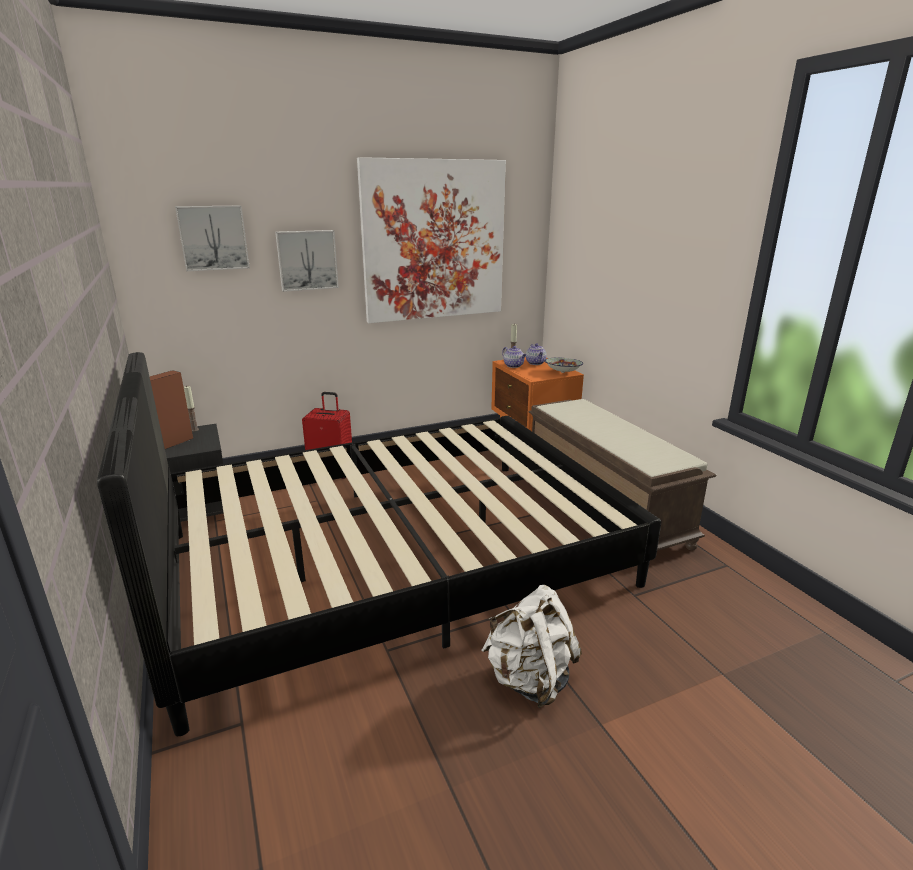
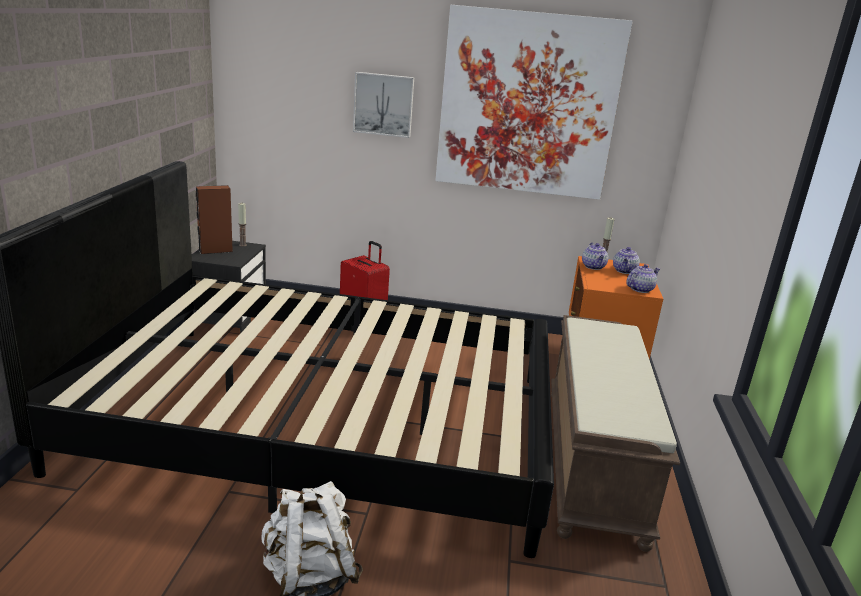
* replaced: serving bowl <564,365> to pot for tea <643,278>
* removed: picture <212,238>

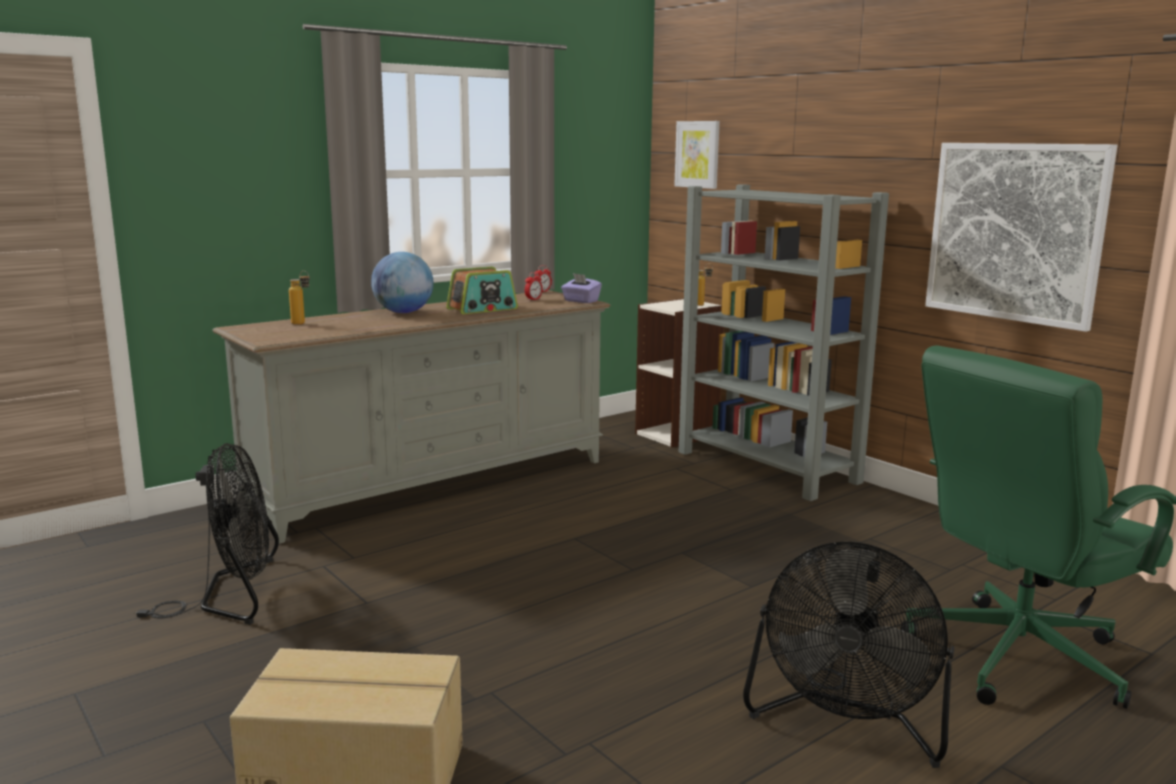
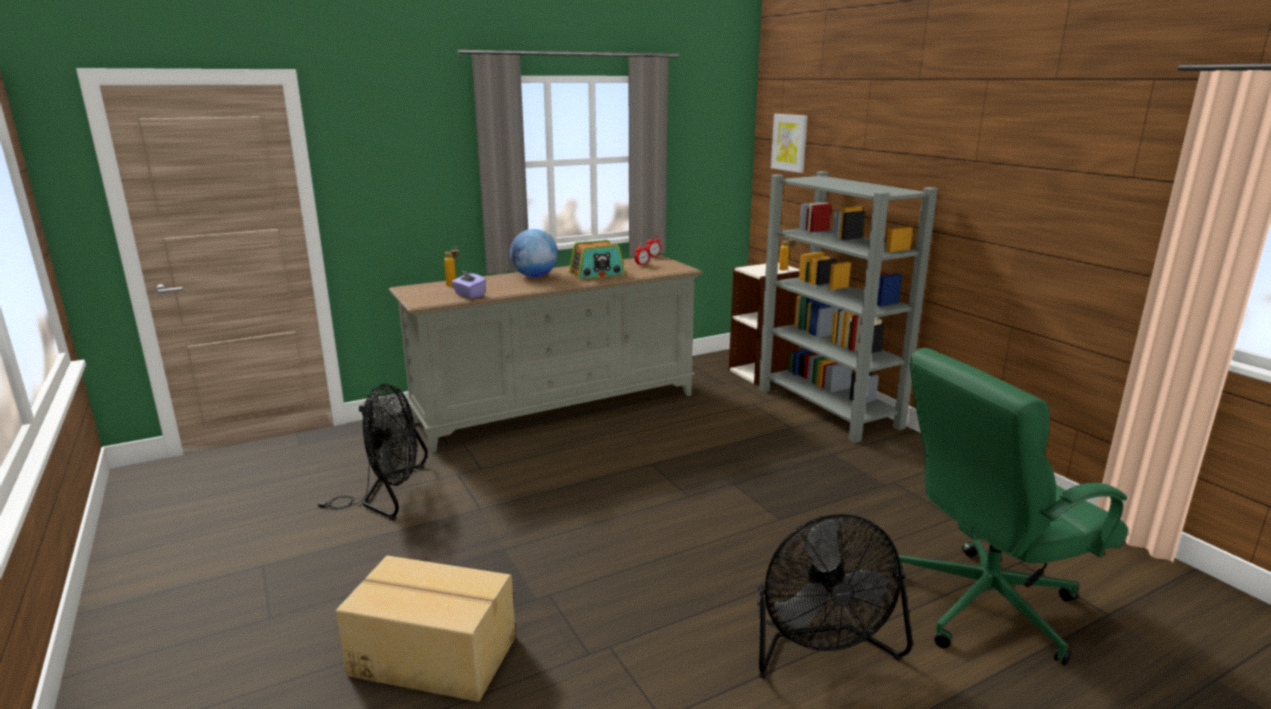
* moved: purple tissue holder <581,288> to <468,284>
* turned: black electric fan <848,655> = <835,596> 45 degrees counterclockwise
* removed: picture <1021,237>

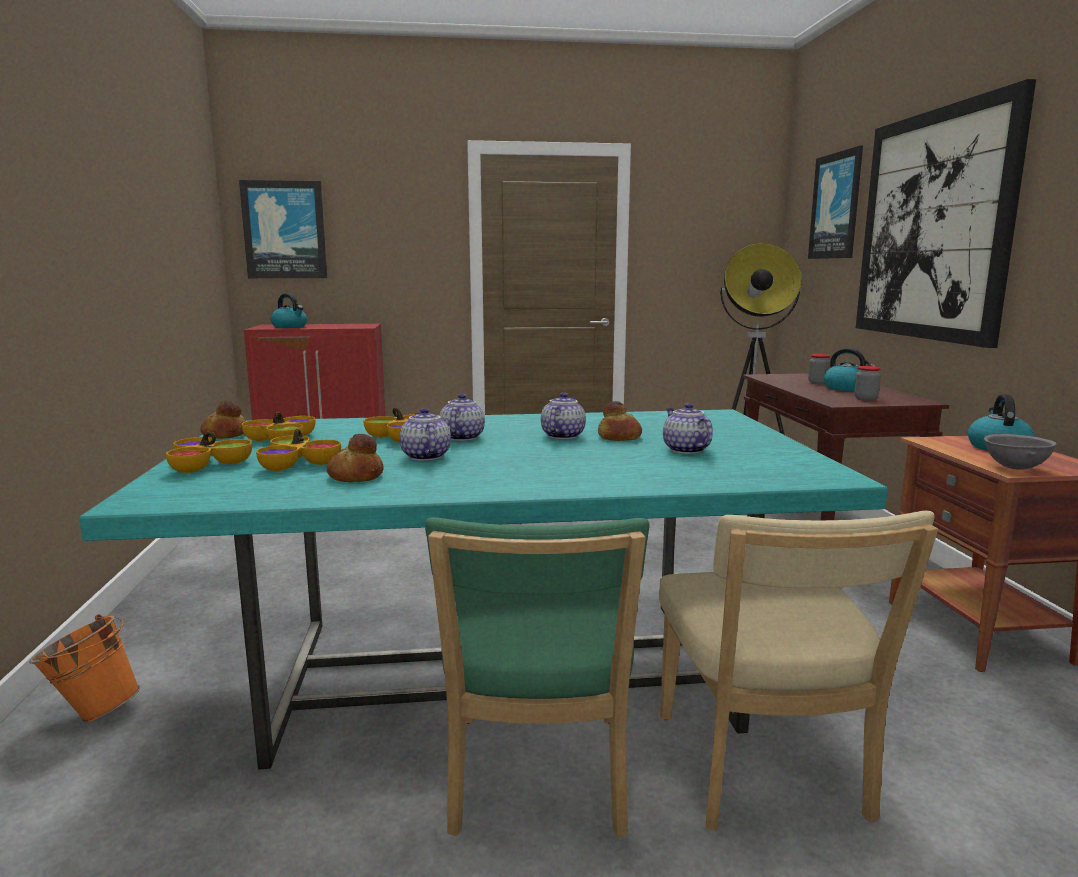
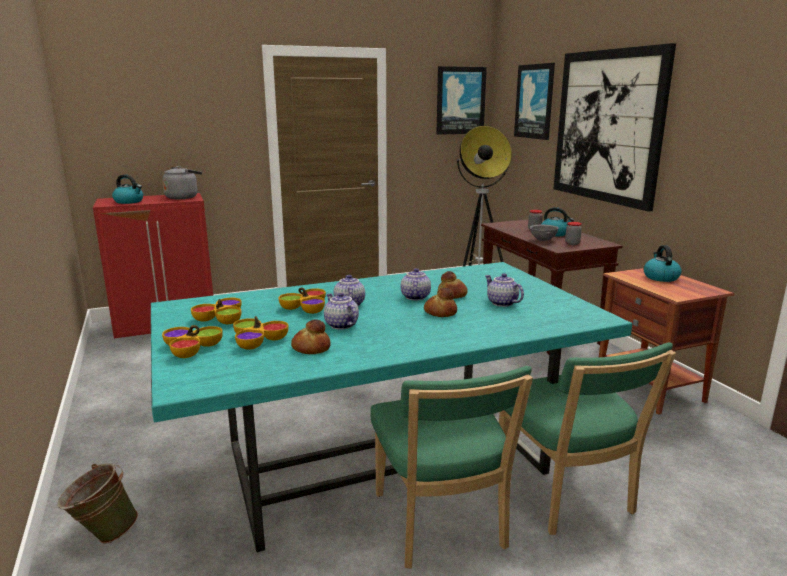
* recoloured: orangey water bucket <84,668> to greenish water bucket <97,504>
* added: greyish water kettle <182,182>
* moved: bakery bread <223,419> to <440,302>
* moved: picture <283,229> to <461,100>
* recoloured: sand-coloured chair <798,670> to greenish chair <587,438>
* moved: greyish serving bowl <1020,452> to <544,232>

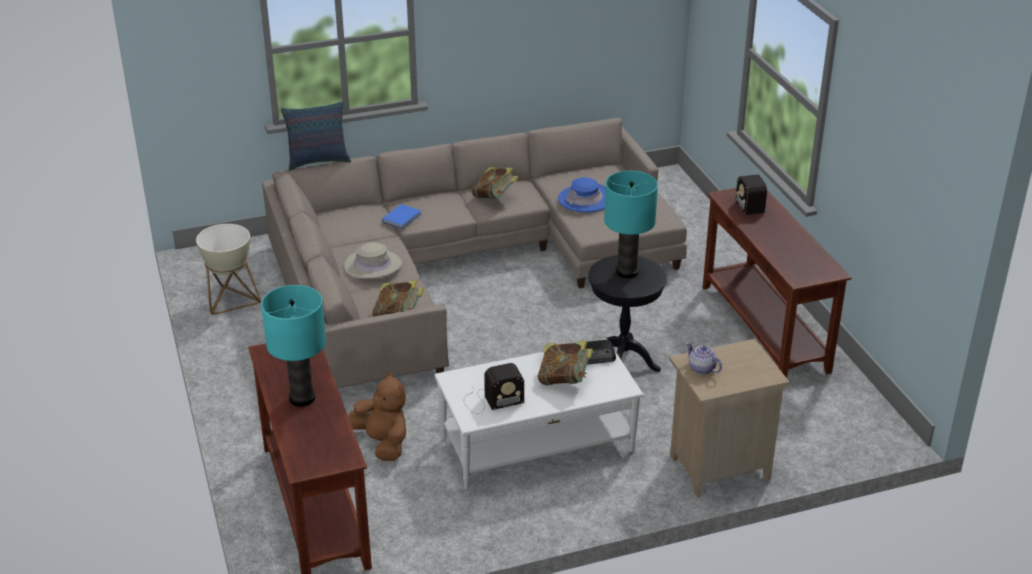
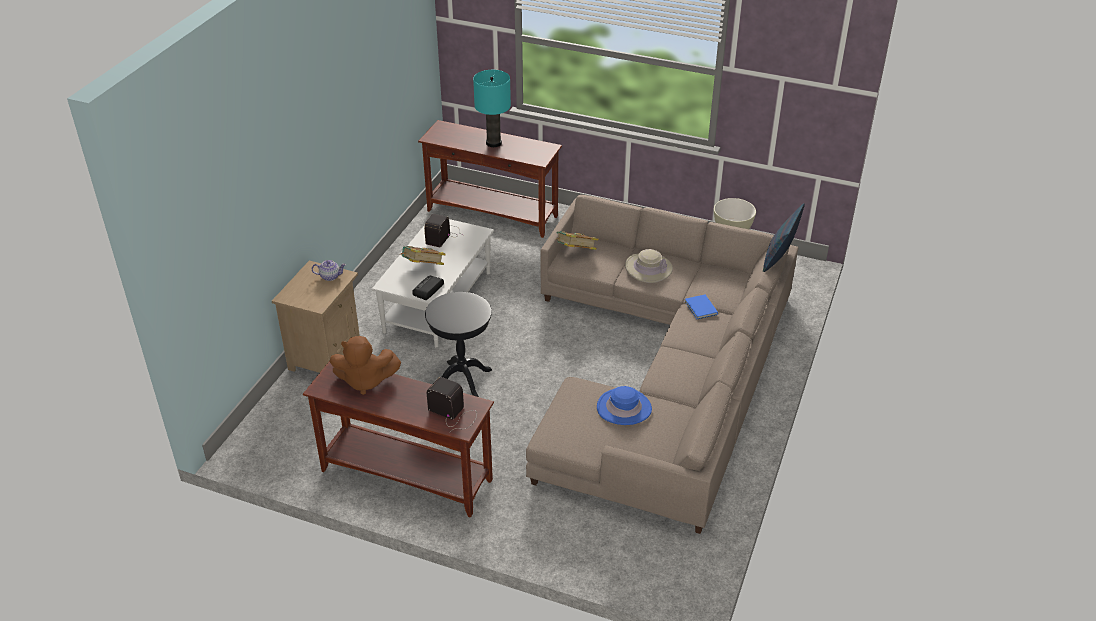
* moved: brown-coloured cuddly toy <377,416> to <365,365>
* removed: volume <495,183>
* removed: blue-green tabletop lamp <631,224>

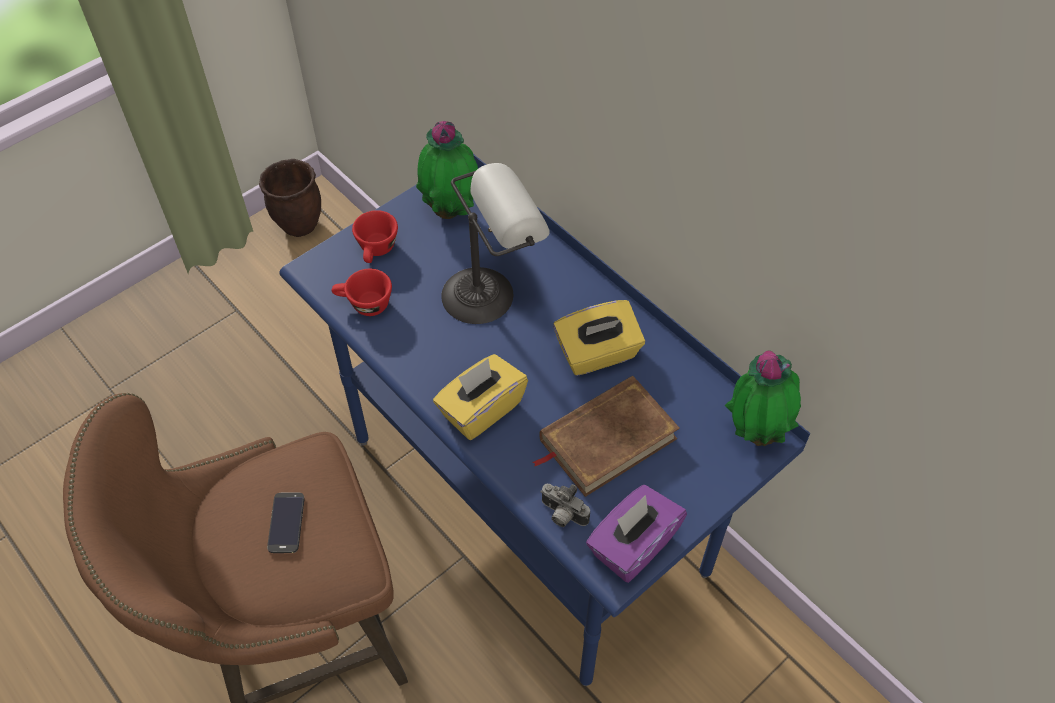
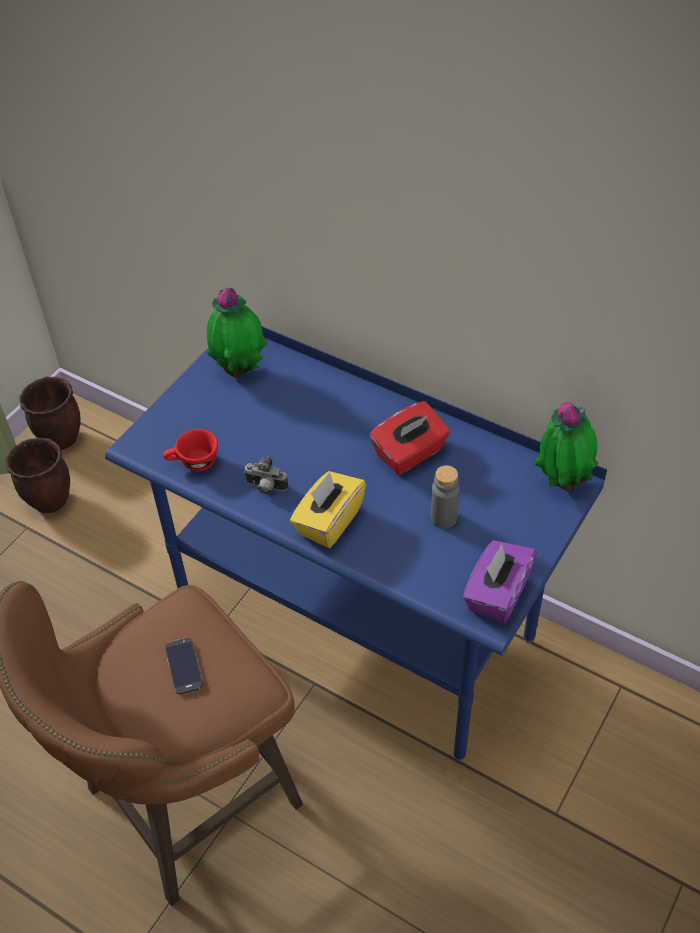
* added: brown-coloured plant pot <37,475>
* moved: photo camera <565,505> to <266,475>
* recoloured: yellowish tissue holder <599,338> to red-coloured tissue holder <410,438>
* replaced: brown-coloured volume <606,436> to greyish beverage bottle <445,496>
* removed: red-coloured drinking cup <375,236>
* removed: tabletop lamp <495,243>

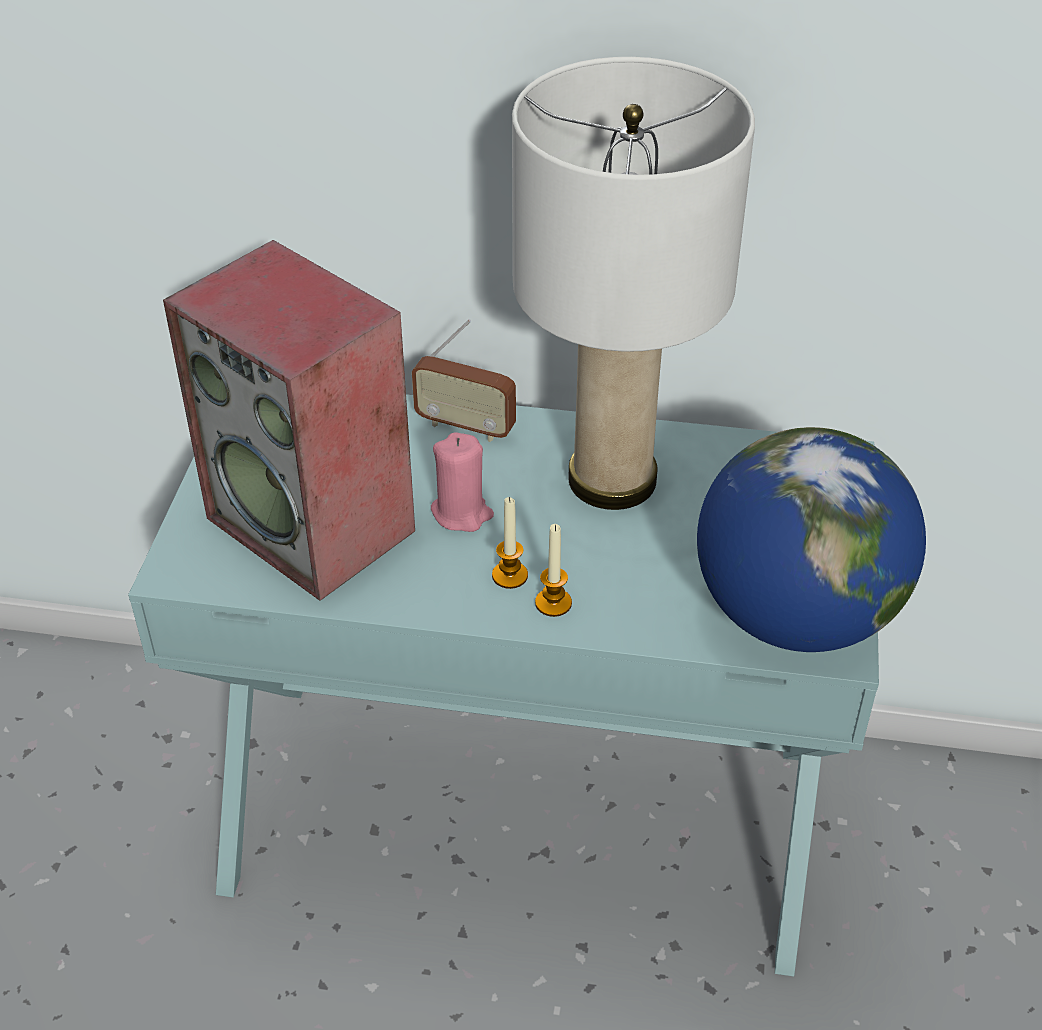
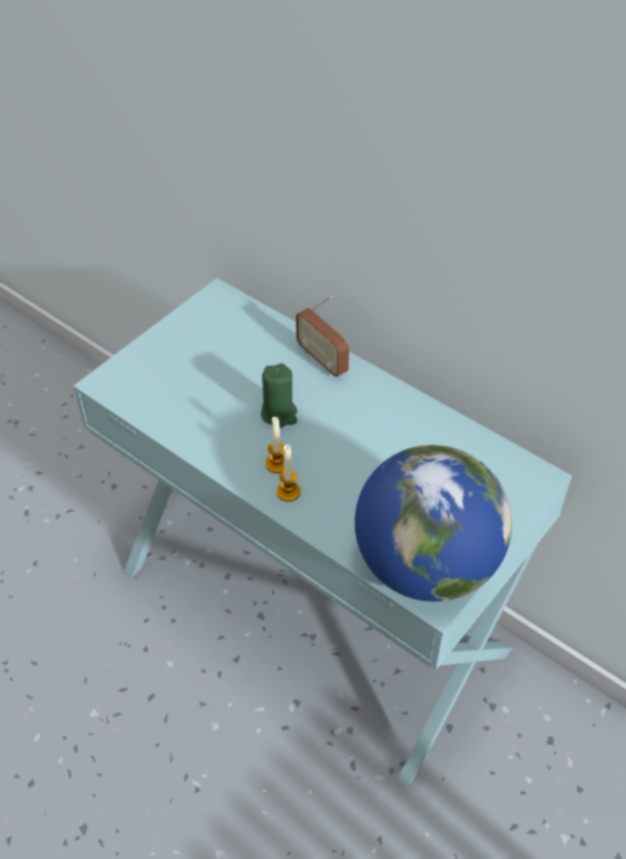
* recoloured: pink-coloured wax candle <462,482> to greenish wax candle <279,395>
* removed: audio speaker <289,420>
* removed: white tabletop lamp <633,283>

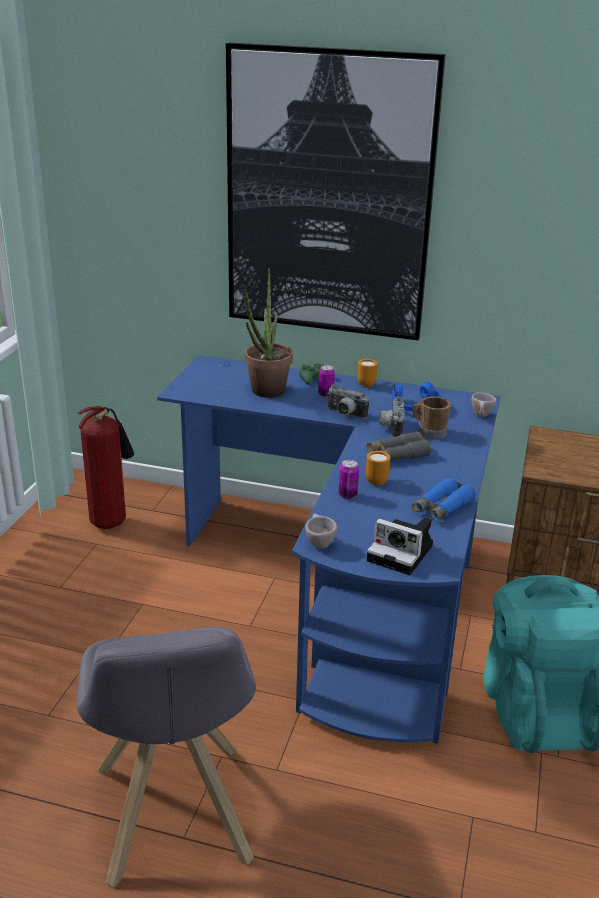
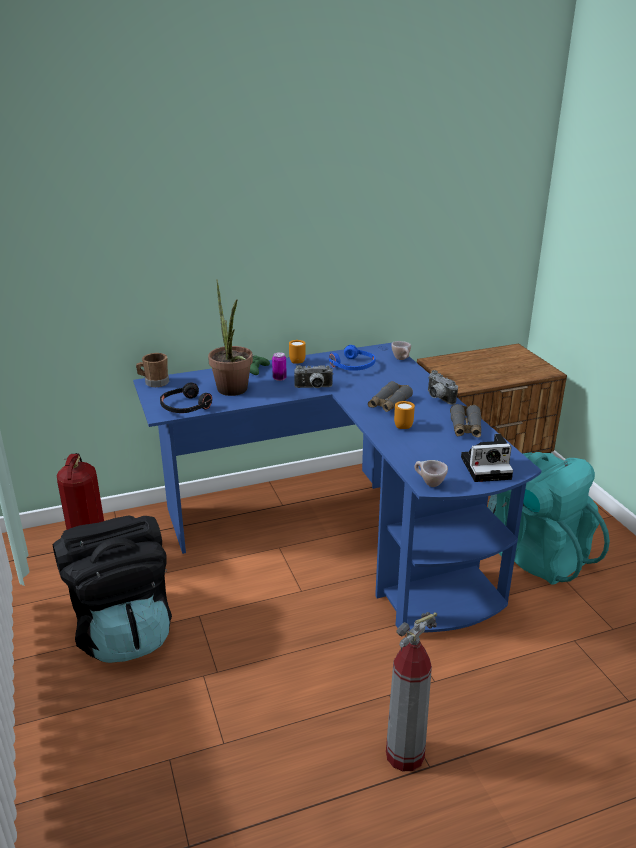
* added: black rucksack <112,589>
* moved: brown-coloured coffee mug <432,417> to <152,370>
* added: black pair of headphones <186,398>
* replaced: greyish chair <166,757> to fire extinguisher <411,691>
* moved: photo camera <392,416> to <443,387>
* recoloured: bluish binoculars <444,499> to greyish binoculars <466,421>
* removed: picture <336,191>
* removed: can <348,479>

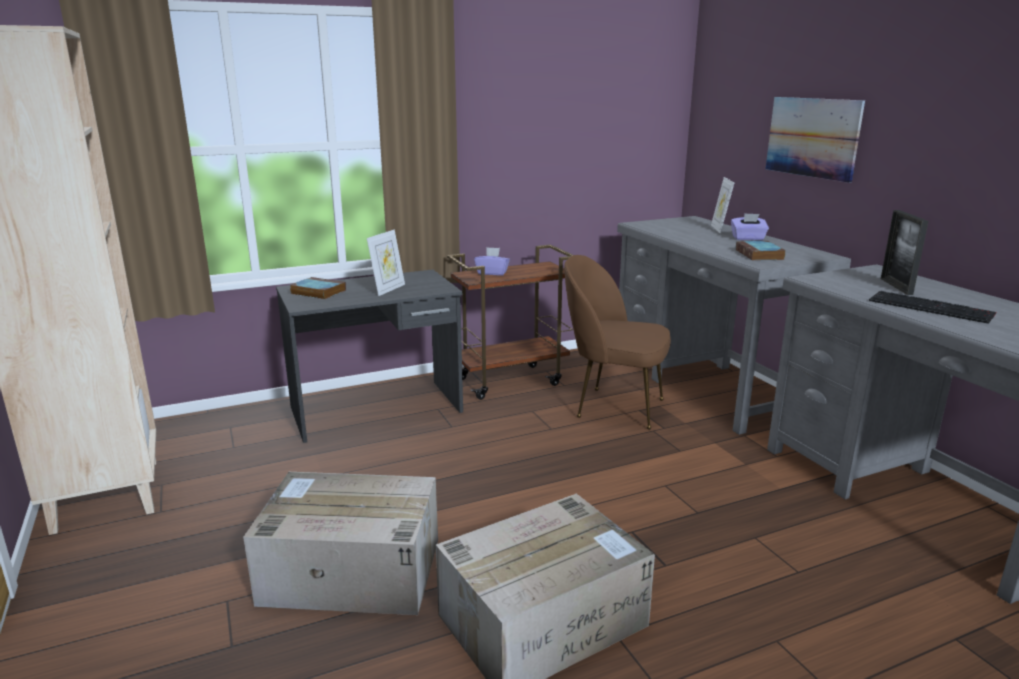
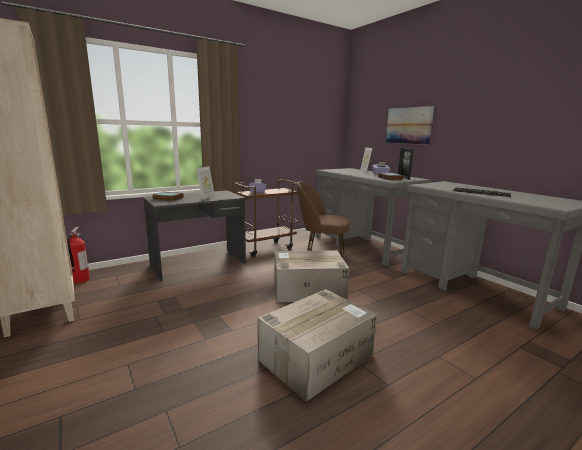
* added: fire extinguisher <78,255>
* moved: packing box <340,543> to <311,276>
* moved: photo frame <904,252> to <406,164>

